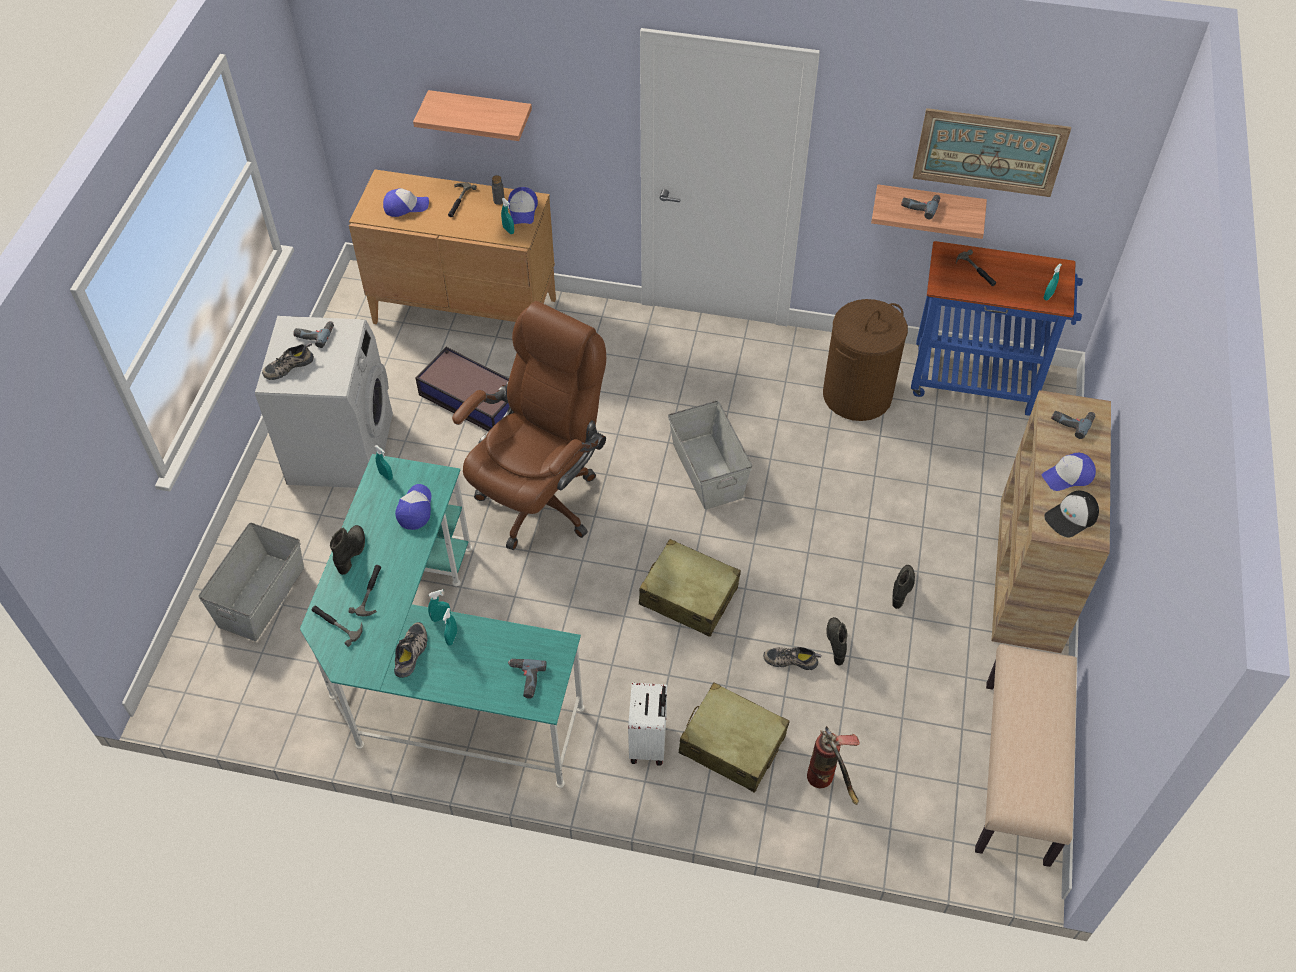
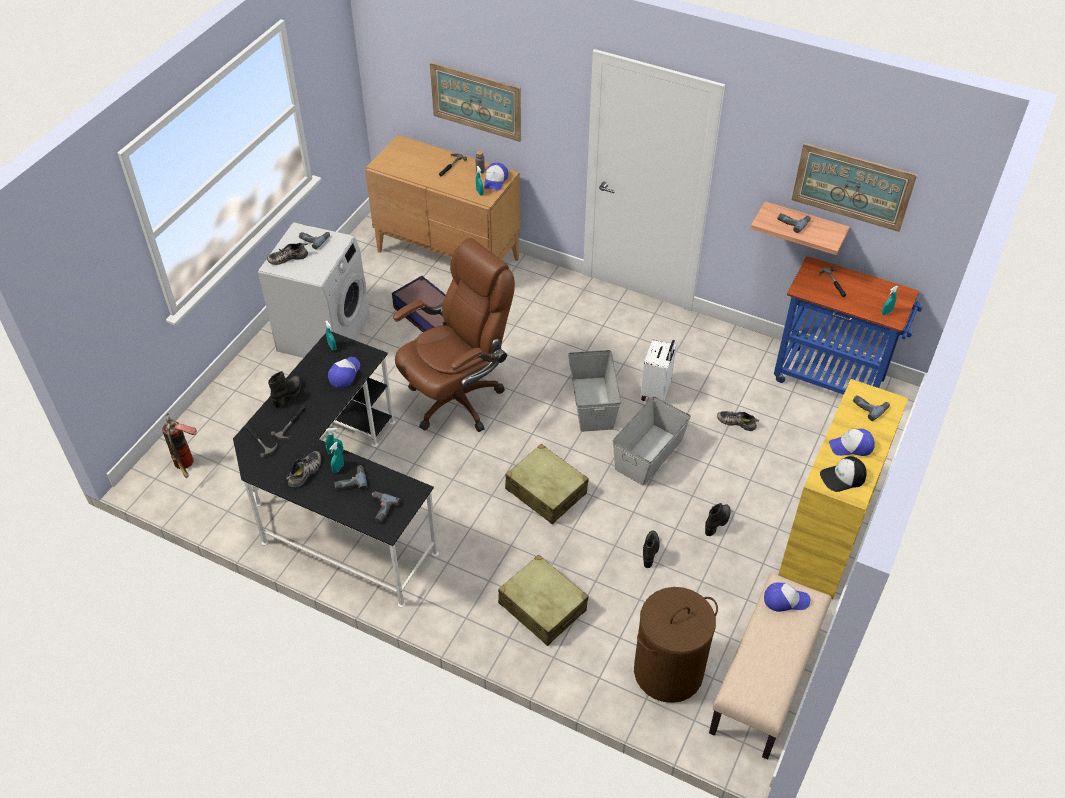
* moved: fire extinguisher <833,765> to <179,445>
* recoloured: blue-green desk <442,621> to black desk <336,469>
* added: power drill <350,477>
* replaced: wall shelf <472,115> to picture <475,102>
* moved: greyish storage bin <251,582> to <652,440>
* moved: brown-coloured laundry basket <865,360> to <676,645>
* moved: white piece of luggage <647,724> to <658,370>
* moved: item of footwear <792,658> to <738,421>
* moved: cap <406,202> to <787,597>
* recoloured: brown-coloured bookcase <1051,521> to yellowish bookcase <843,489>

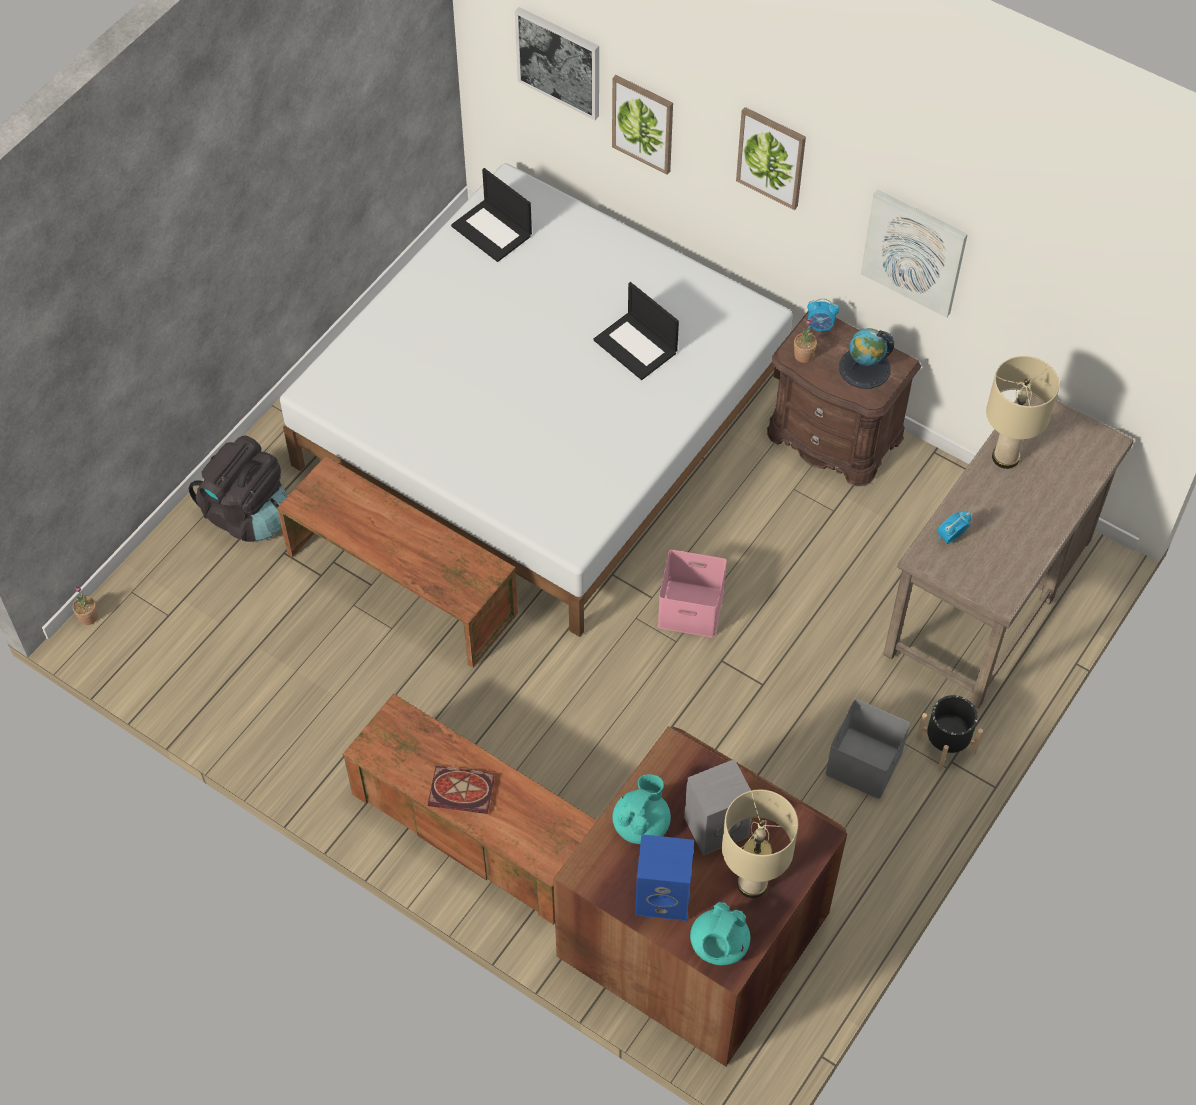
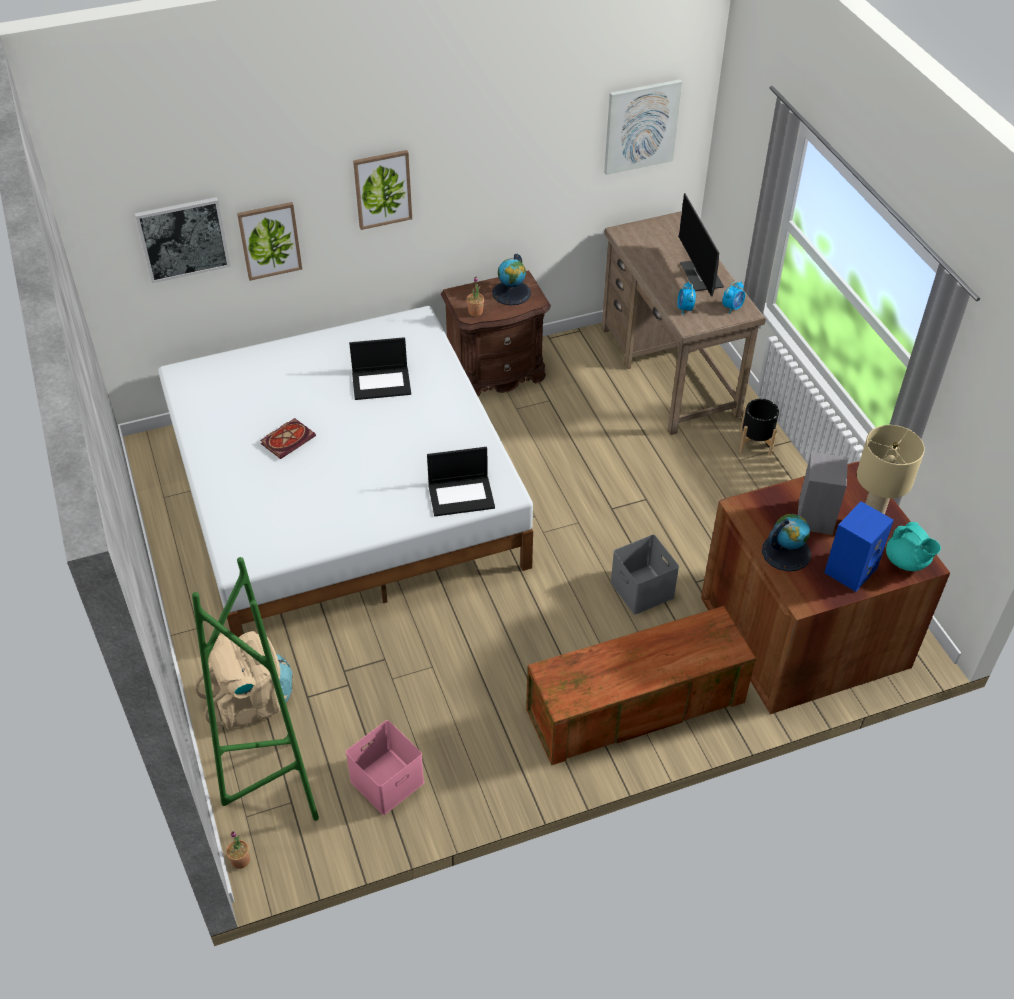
* added: greenish garment rack <255,689>
* recoloured: black rucksack <238,489> to sand-coloured rucksack <243,680>
* moved: volume <461,790> to <288,438>
* moved: pink-coloured storage bin <692,594> to <385,767>
* moved: notebook computer <491,215> to <461,481>
* moved: picture <914,254> to <643,127>
* moved: greyish storage bin <867,749> to <644,575>
* added: computer display <701,245>
* moved: table clock <823,315> to <733,298>
* replaced: blue-green pot for tea <641,809> to world globe <786,543>
* removed: brown-coloured bench <397,561>
* removed: sand-coloured tabletop lamp <1022,412>

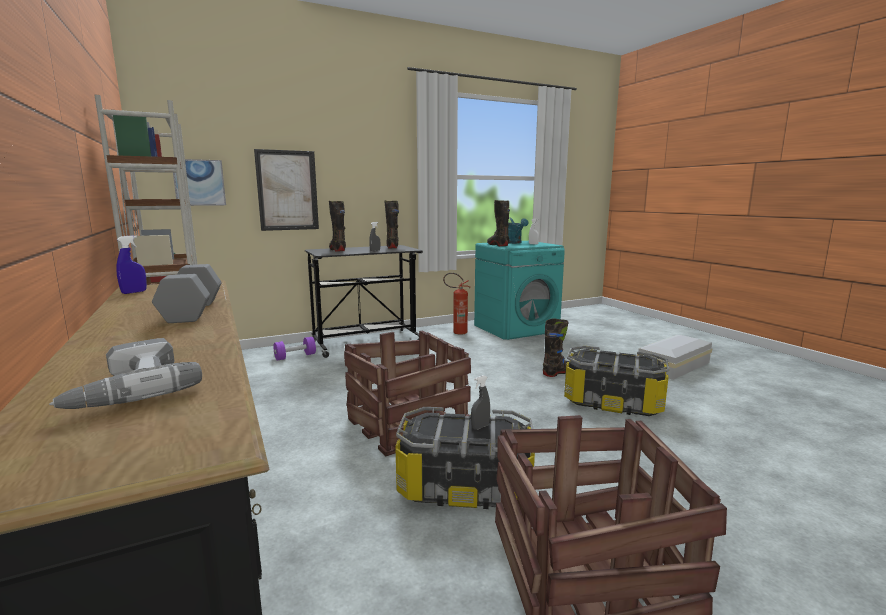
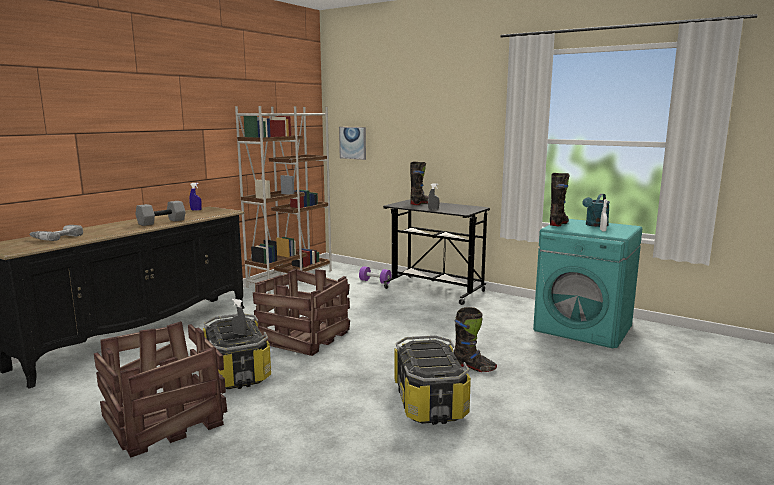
* removed: picture <286,190>
* removed: black tall boot <391,224>
* removed: fire extinguisher <457,304>
* removed: white storage bin <675,357>

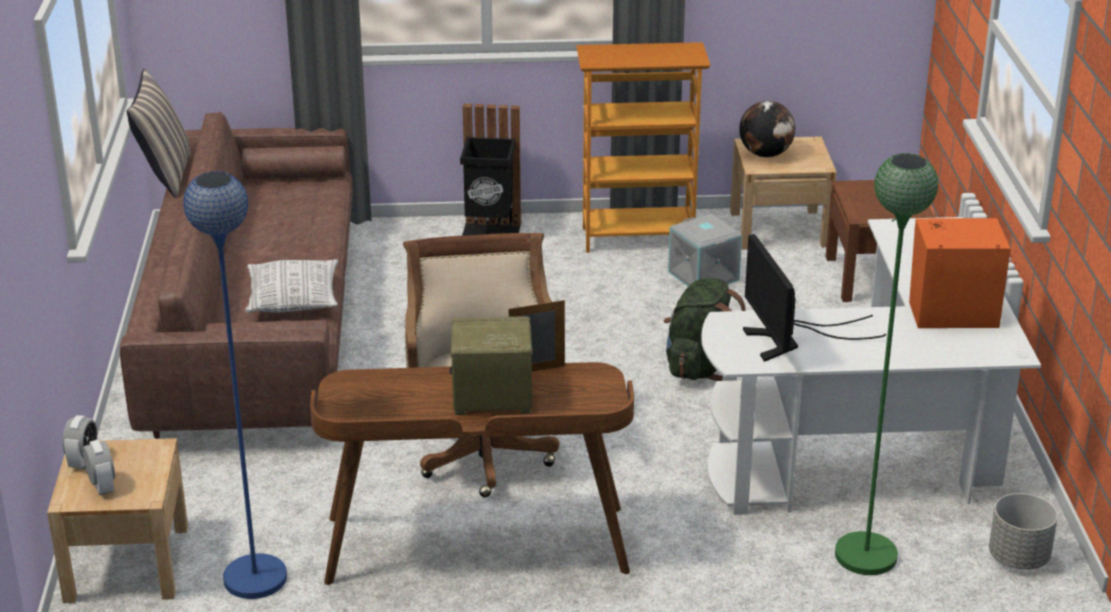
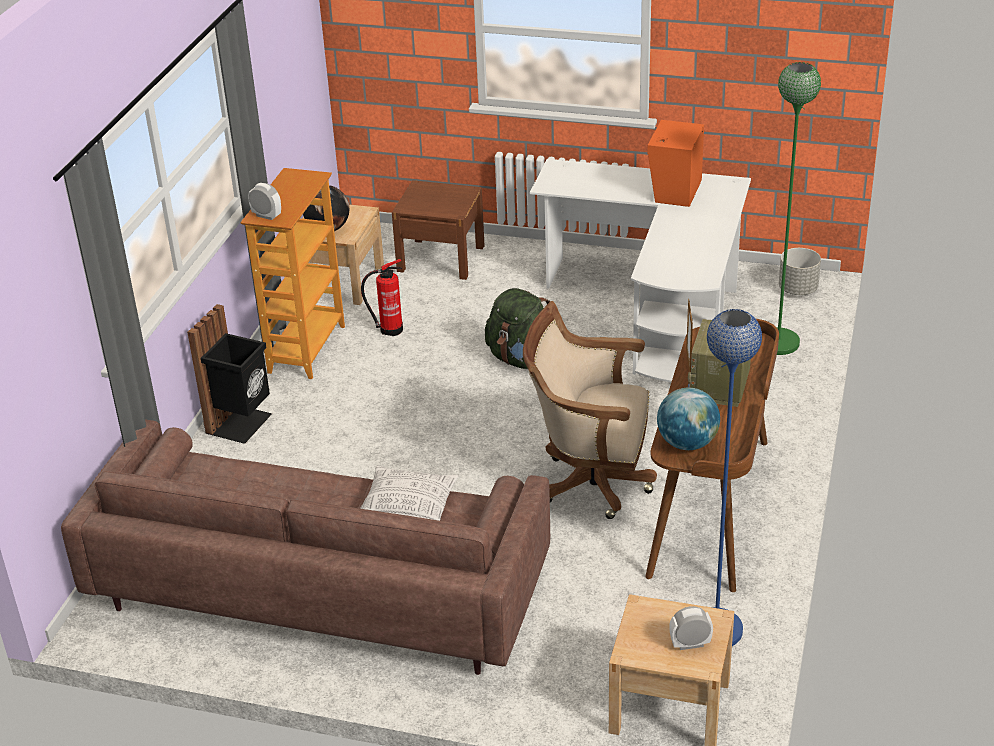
* moved: table clock <79,442> to <264,201>
* replaced: greyish storage bin <705,250> to fire extinguisher <382,297>
* added: world globe <688,419>
* removed: pillow <159,133>
* removed: computer display <814,298>

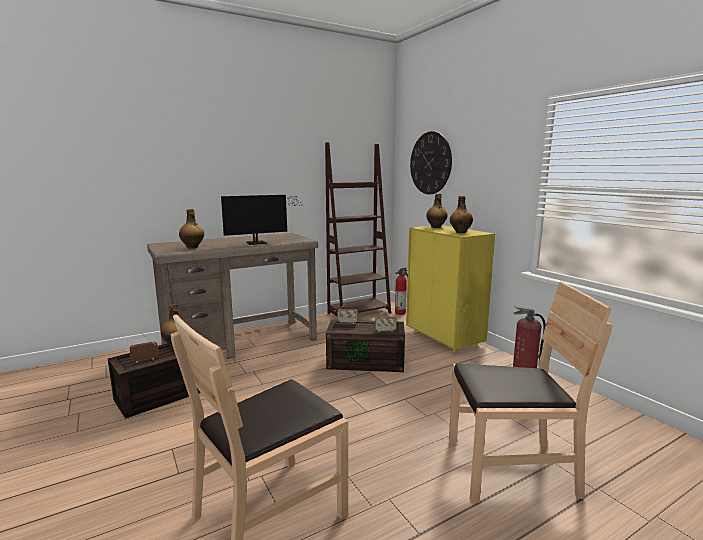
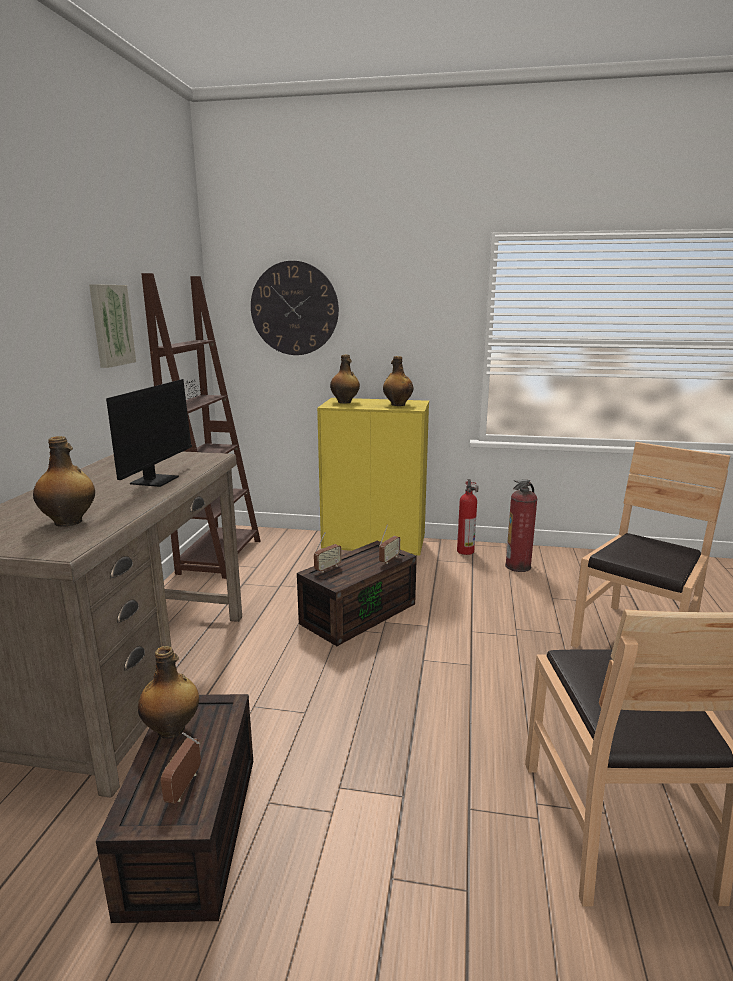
* added: picture <112,326>
* moved: fire extinguisher <401,291> to <467,517>

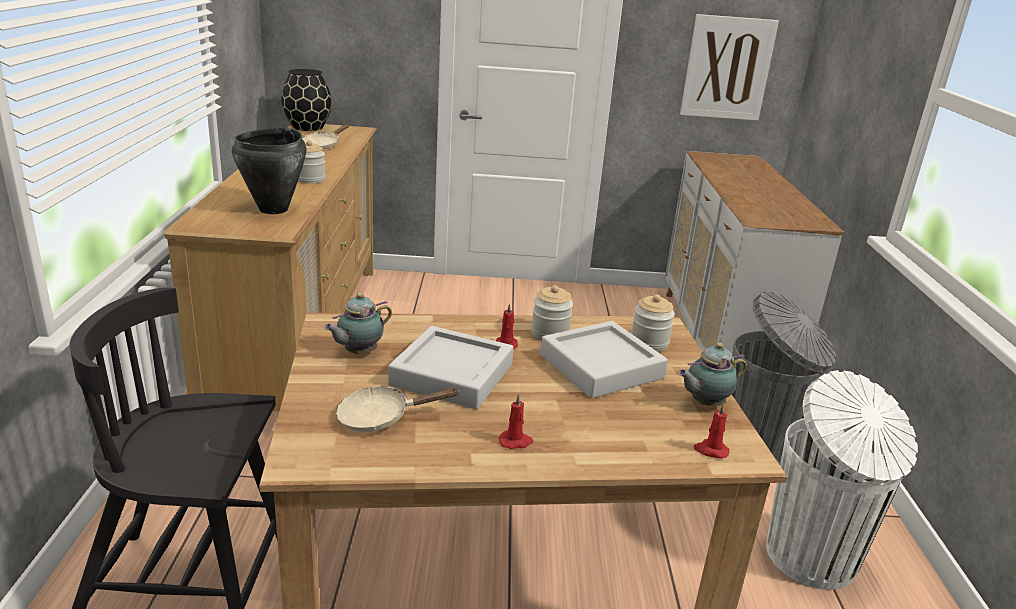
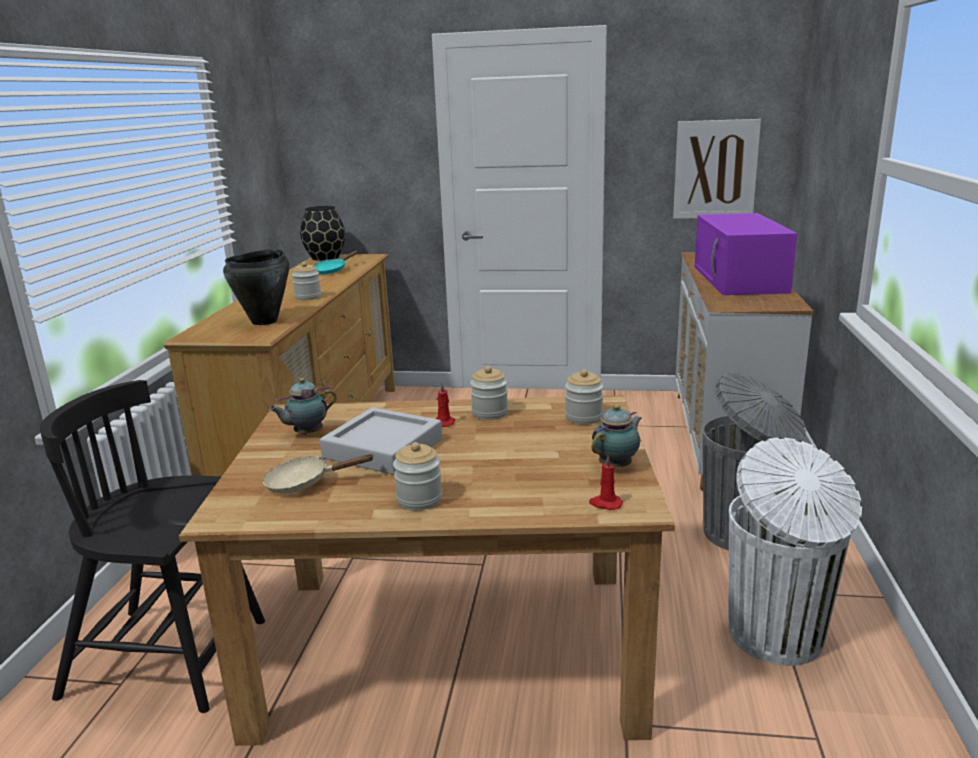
* recoloured: sand-coloured pan <325,137> to blue-green pan <335,262>
* replaced: red-coloured wax candle <516,421> to jar <417,476>
* turned: pot for tea <712,374> = <616,436> 150 degrees clockwise
* added: purple microwave <746,254>
* removed: greyish tray <604,359>

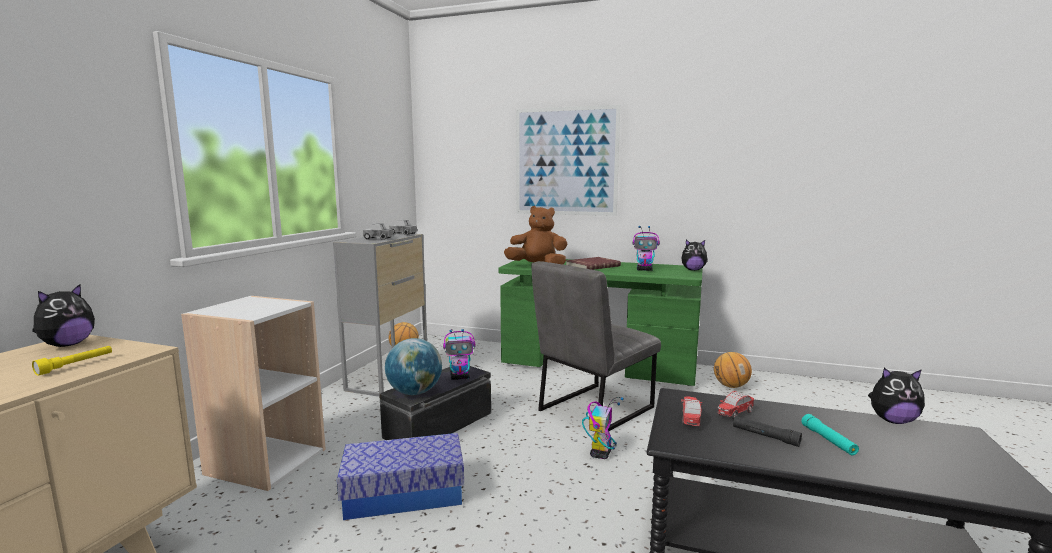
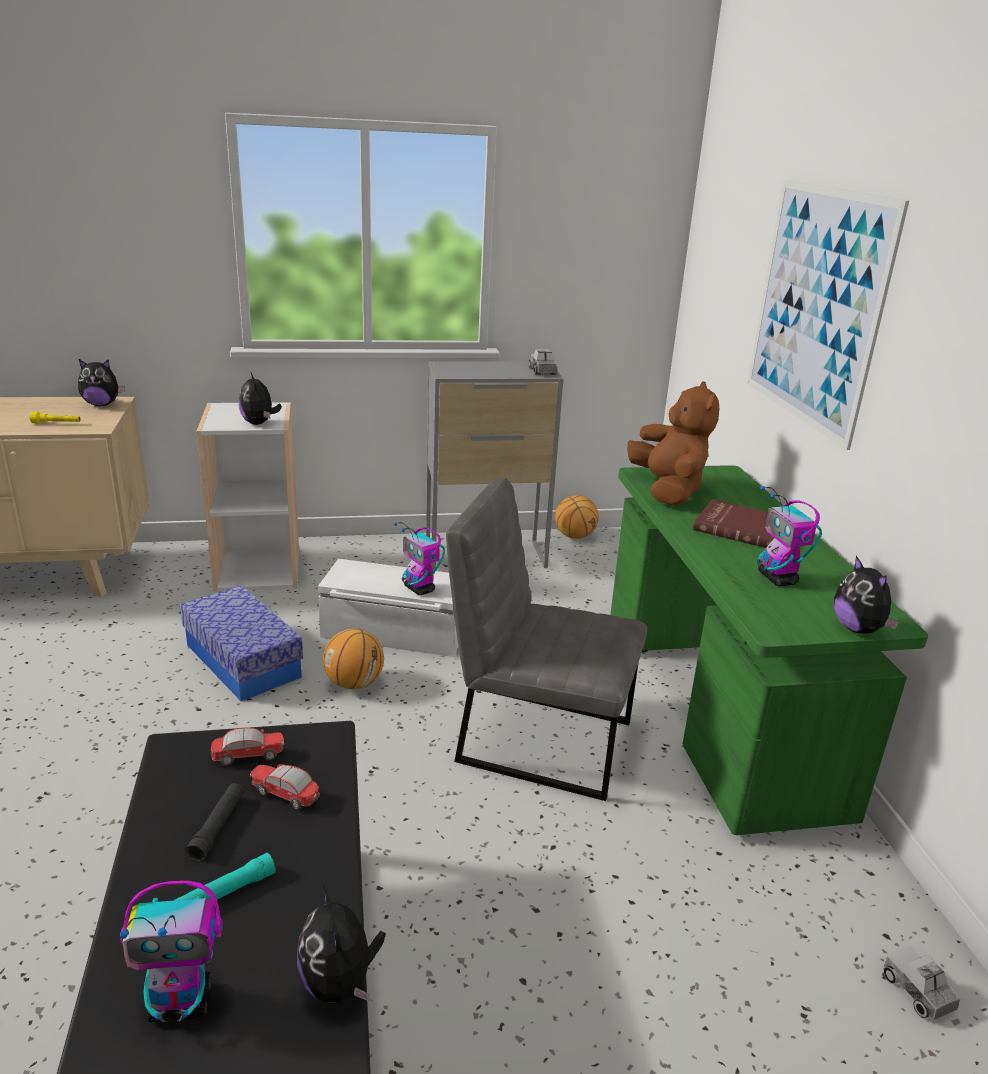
* moved: toy robot <602,428> to <171,952>
* added: cuddly toy <260,399>
* recoloured: black storage bin <435,403> to white storage bin <388,608>
* moved: basketball <733,370> to <353,659>
* moved: model truck <378,231> to <921,984>
* removed: world globe <413,366>

